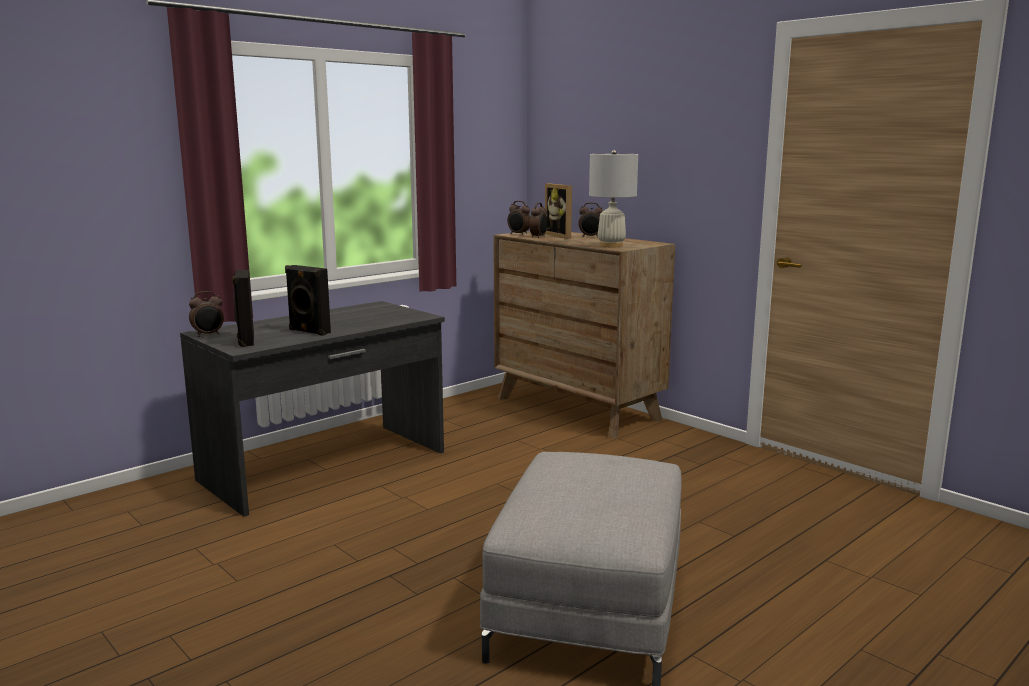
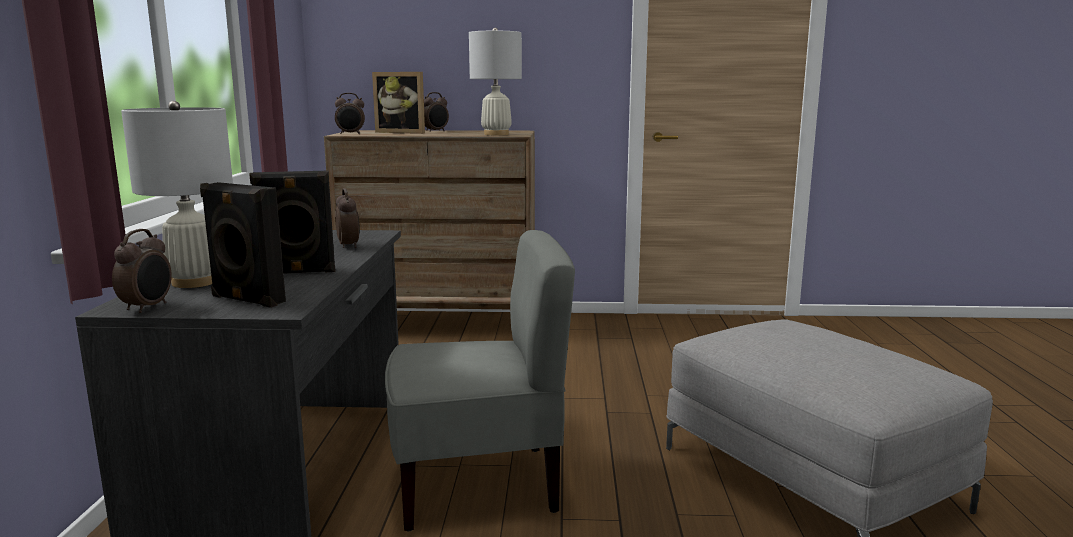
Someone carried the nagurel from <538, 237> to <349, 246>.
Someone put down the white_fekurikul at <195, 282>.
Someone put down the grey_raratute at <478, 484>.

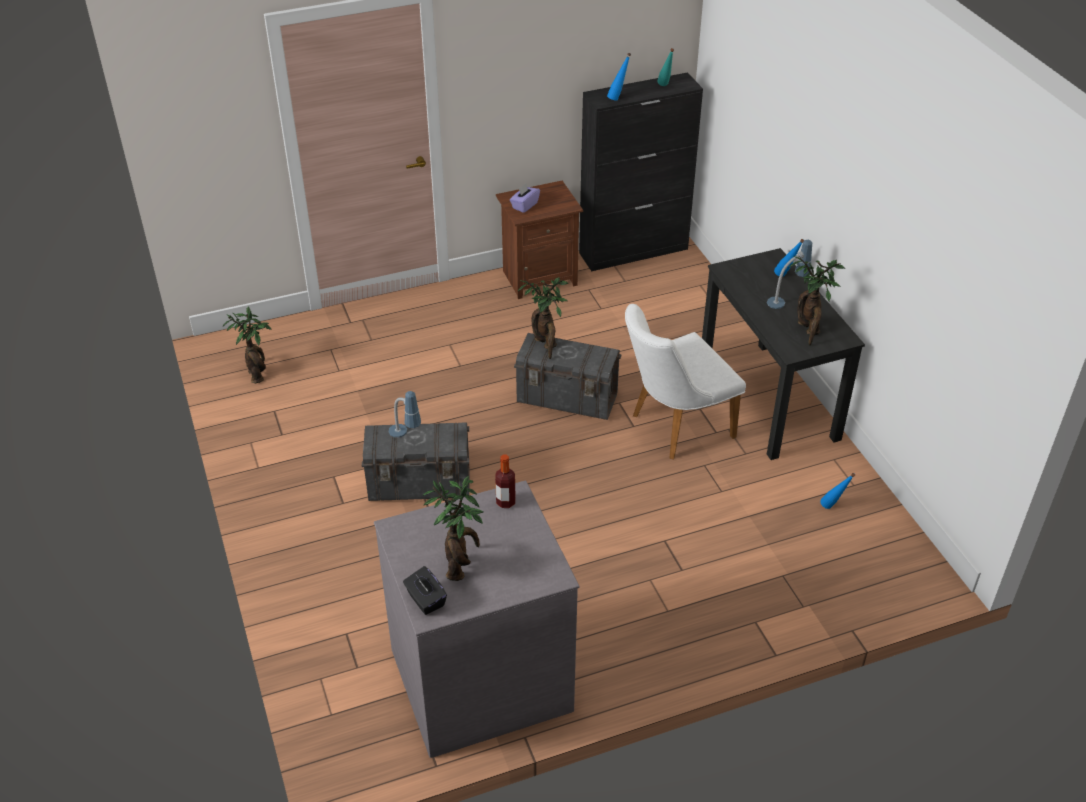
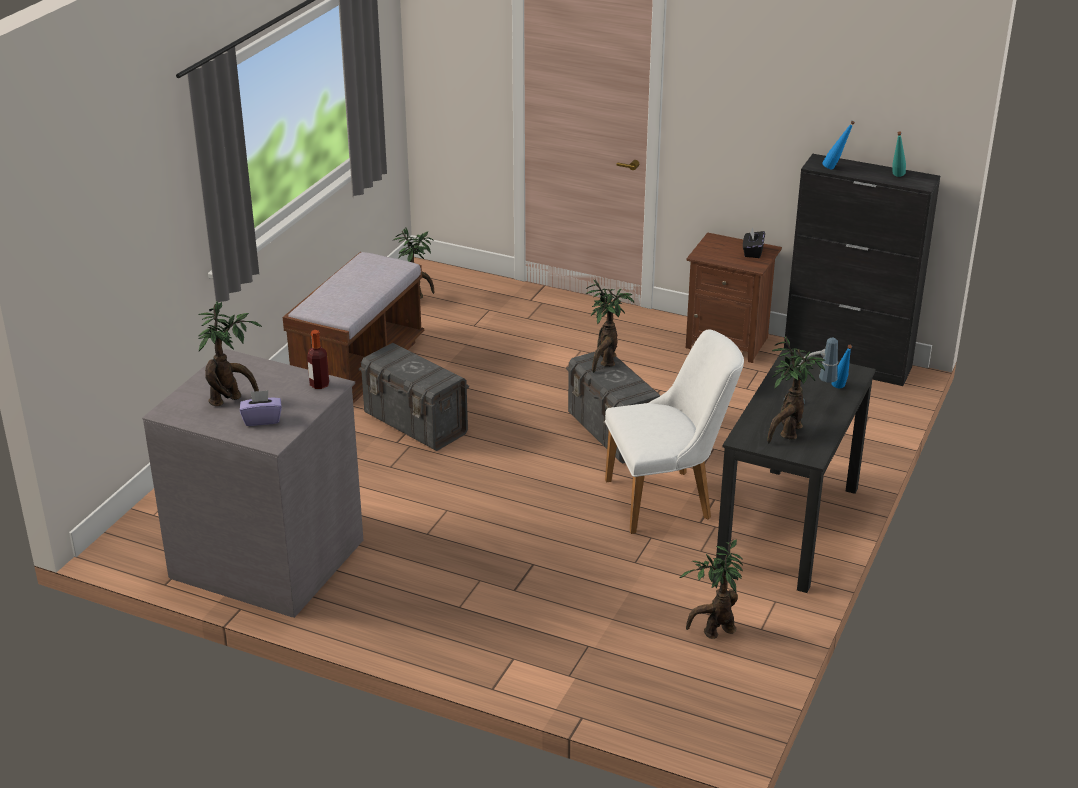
Someone took away the fekurikul at <406, 438>.
Someone carried the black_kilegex from <425, 600> to <752, 252>.
Someone carried the purple_kilegex from <524, 205> to <262, 419>.
Someone rotated the white_raratute at <673, 427> by 150 degrees clockwise.
Someone swapped the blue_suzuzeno at <833, 507> for the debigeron at <714, 631>.
Someone put down the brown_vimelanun at <359, 366>.

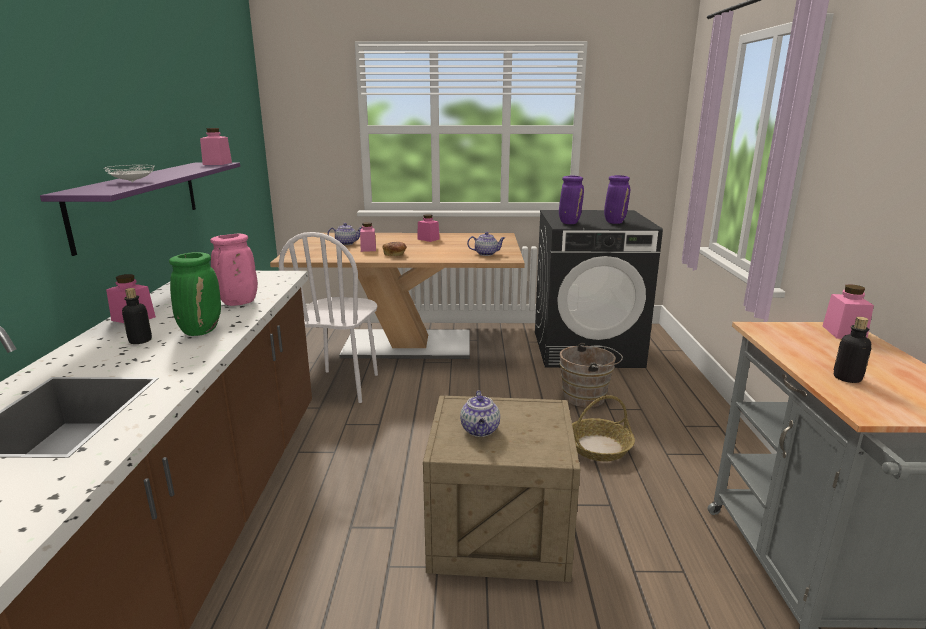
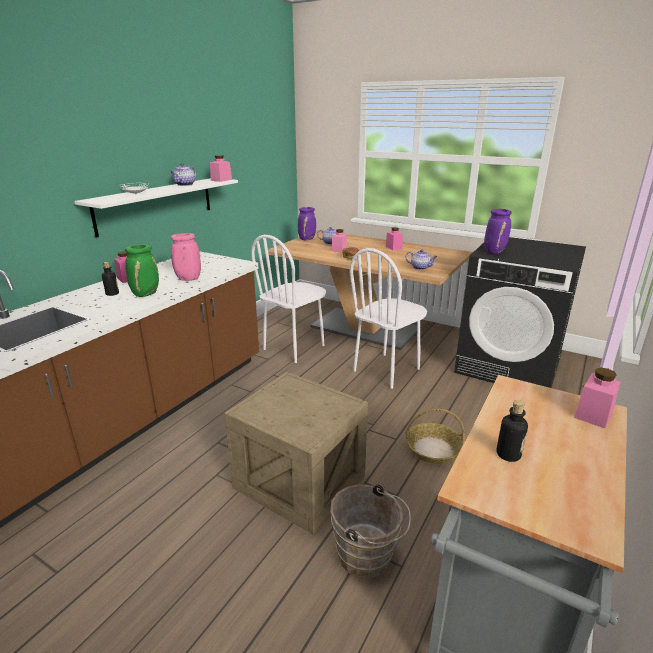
Someone repainted the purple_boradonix at <139, 202>, which became the white_boradonix at <156, 204>.
Someone carried the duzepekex from <480, 430> to <184, 185>.
Someone carried the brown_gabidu from <587, 397> to <368, 557>.
Someone carried the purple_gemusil from <614, 222> to <307, 239>.
Someone put down the white_raratute at <387, 370>.

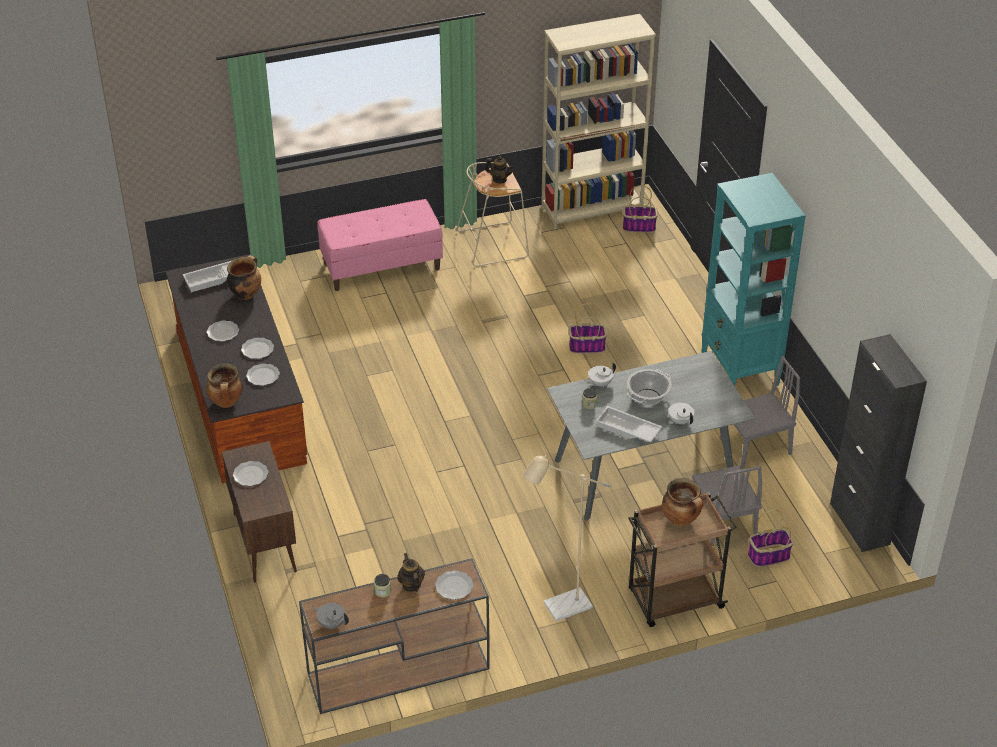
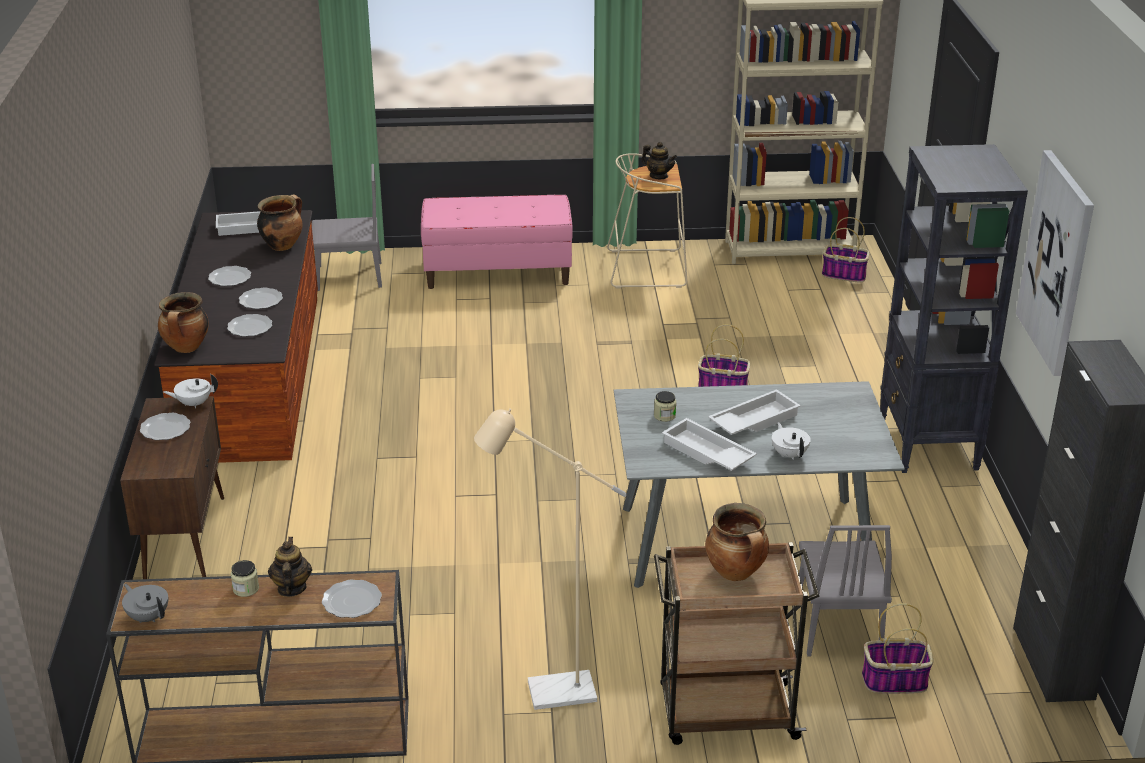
Someone carried the white_duzepekex from <599, 383> to <193, 403>.
Someone swapped the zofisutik at <648, 397> for the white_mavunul at <753, 420>.
Someone repainted the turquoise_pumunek at <739, 370>, which became the black_pumunek at <928, 444>.
Someone carried the grey_raratute from <755, 446> to <349, 276>.
Someone put up the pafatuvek at <1056, 262>.

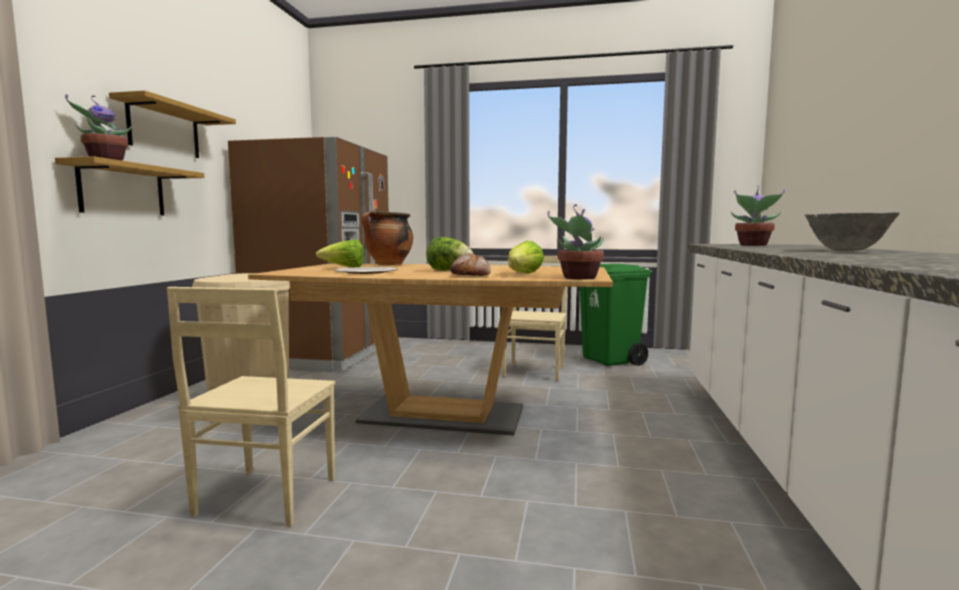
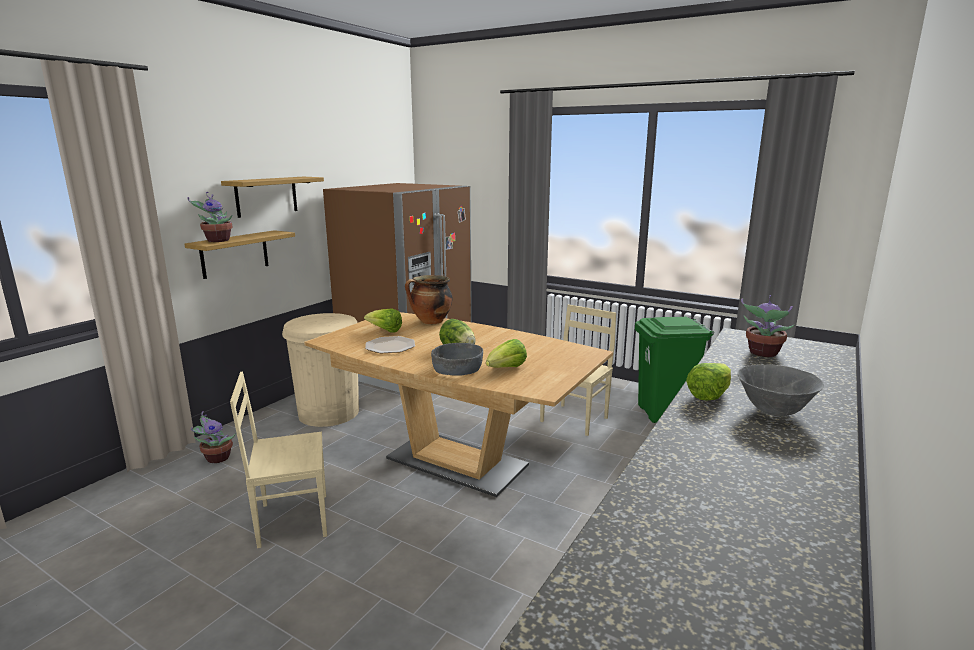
Someone rotated the beige_raratute at <264, 497> by 45 degrees clockwise.
Someone swapped the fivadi at <471, 275> for the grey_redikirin at <458, 368>.
Someone carried the debigeron from <577, 278> to <216, 458>.
Someone put down the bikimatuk at <709, 394>.

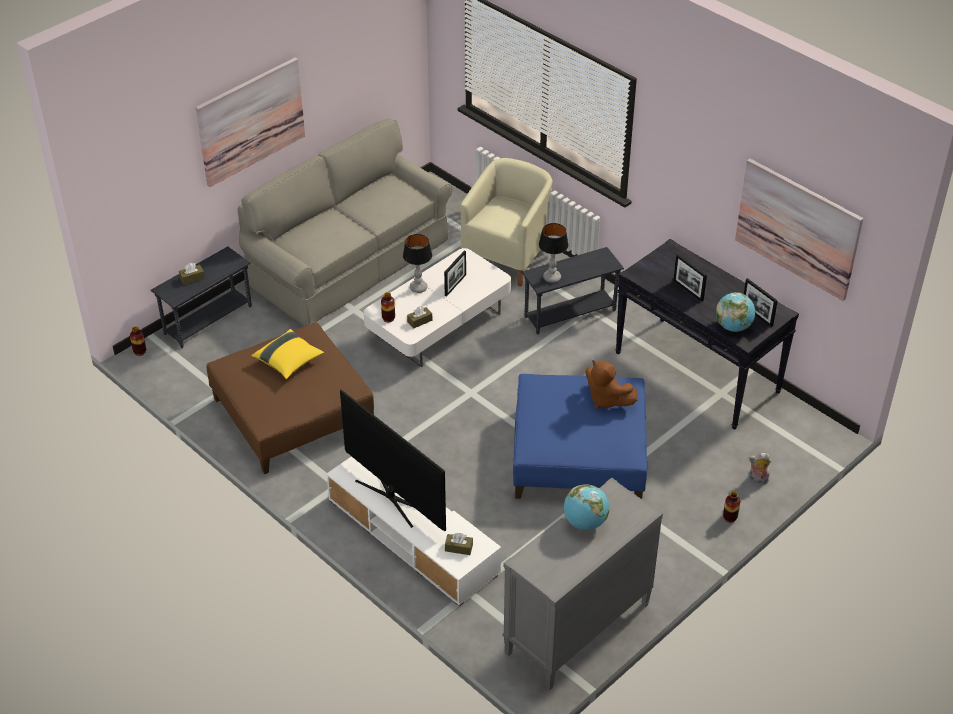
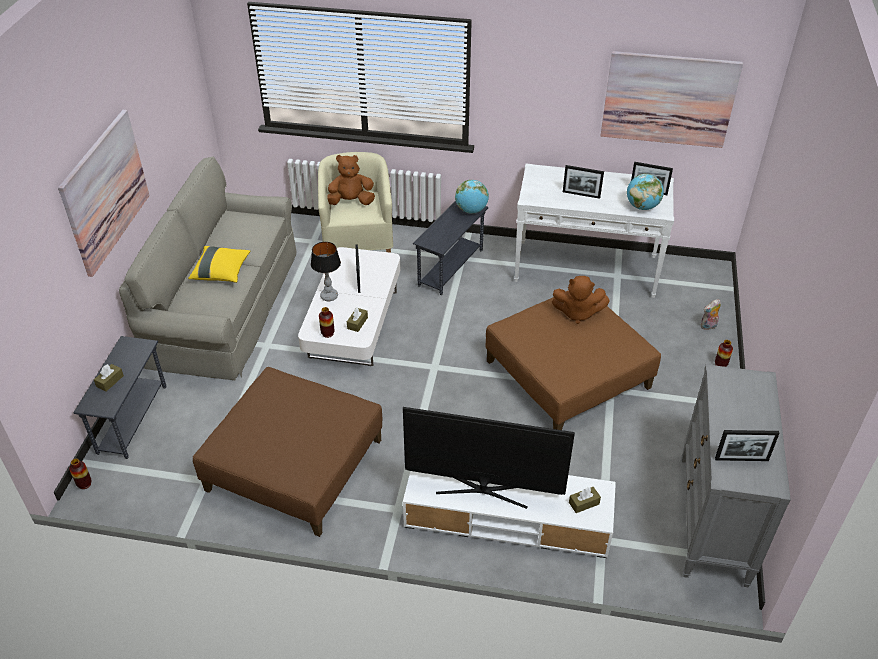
Someone carried the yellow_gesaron from <288, 361> to <221, 272>.
Someone repainted the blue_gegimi at <578, 455>, which became the brown_gegimi at <567, 374>.
Someone took away the fekurikul at <552, 277>.
Someone carried the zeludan from <585, 522> to <471, 210>.
Someone repainted the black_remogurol at <697, 372>, which became the white_remogurol at <586, 268>.
Someone put down the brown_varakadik at <350, 202>.
Someone put down the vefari at <741, 459>.

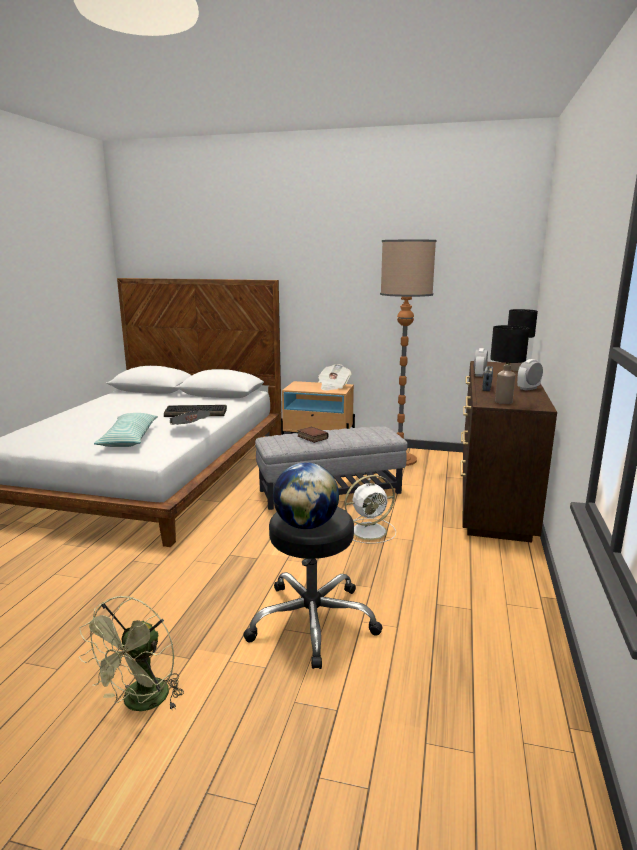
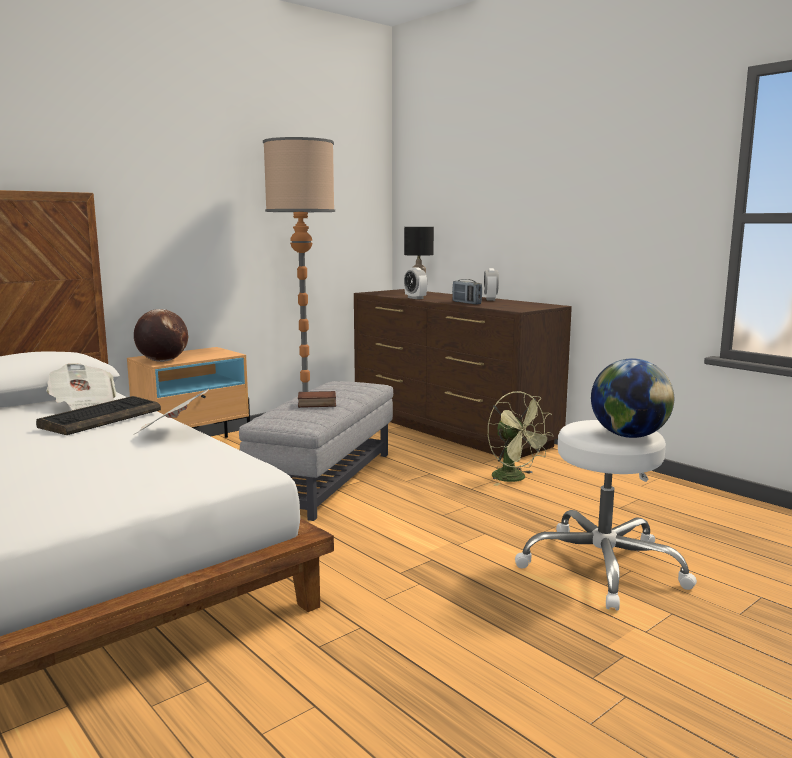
Someone carried the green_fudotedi from <141, 703> to <515, 479>.
Someone took away the gesaron at <129, 439>.
Someone repainted the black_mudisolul at <313, 621>, which became the white_mudisolul at <603, 566>.
Someone carried the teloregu from <333, 387> to <84, 406>.
Someone took away the white_fudotedi at <370, 531>.
Someone took away the black_fekurikul at <504, 402>.
Someone put down the zeludan at <162, 361>.

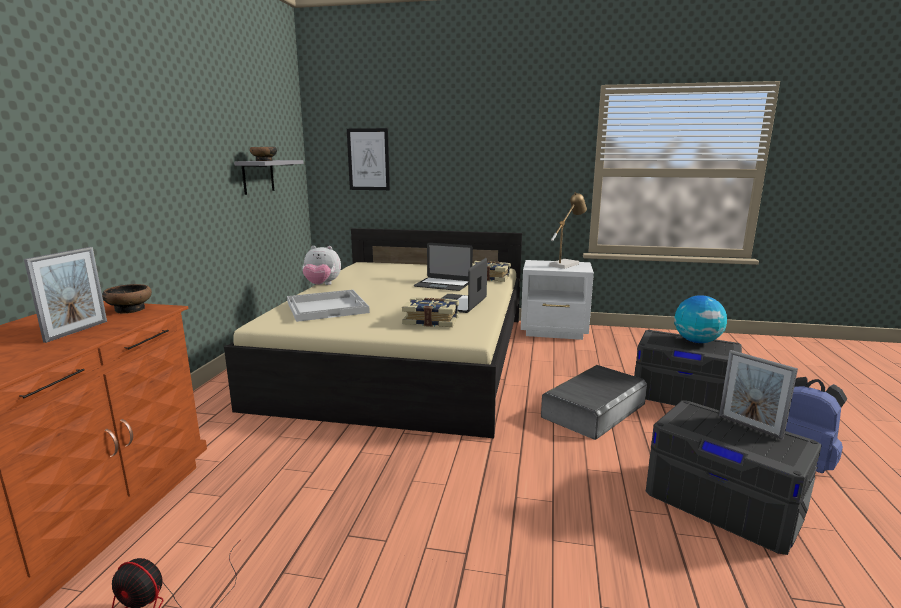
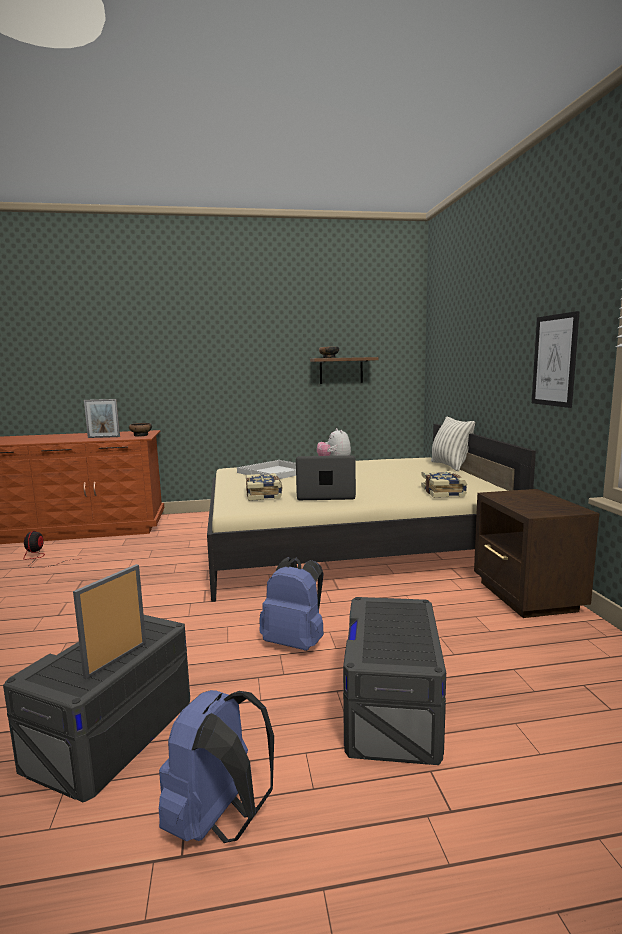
Someone repainted the grey_boradonix at <258, 176>, which became the brown_boradonix at <341, 370>.
Someone carried the pafatuvek from <368, 159> to <554, 360>.
Someone took away the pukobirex at <443, 284>.
Someone repainted the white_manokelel at <555, 331>, which became the brown_manokelel at <526, 597>.
Someone swapped the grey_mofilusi at <593, 410> for the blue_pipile at <296, 642>.
Someone took away the fekurikul at <566, 264>.
Someone took away the zeludan at <697, 341>.
Someone put down the gesaron at <450, 466>.

